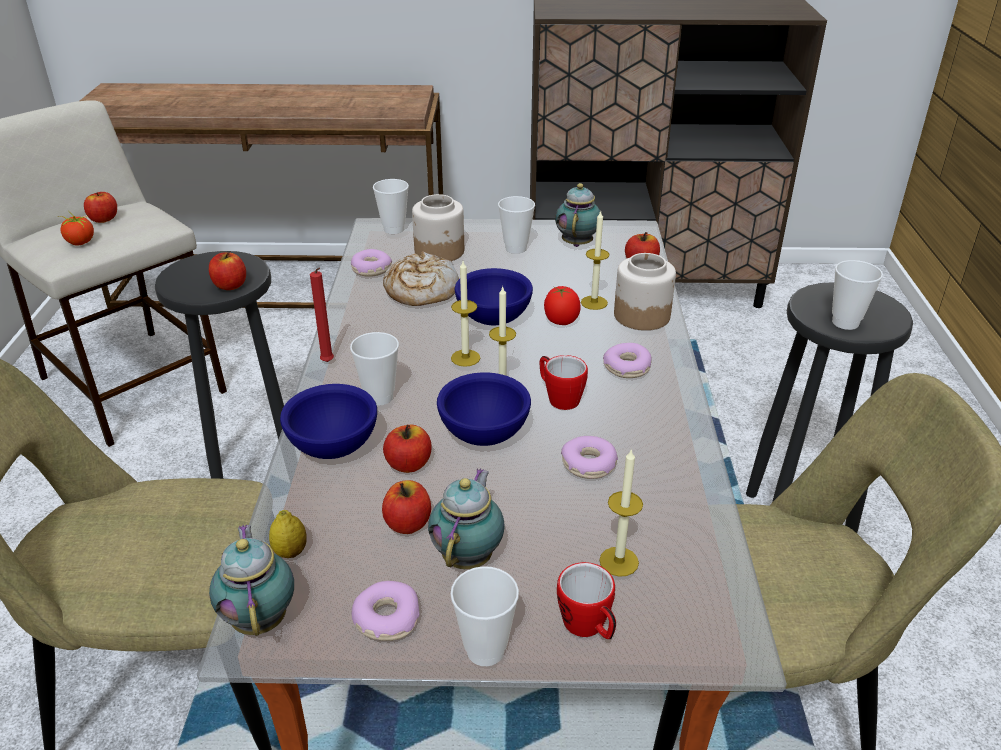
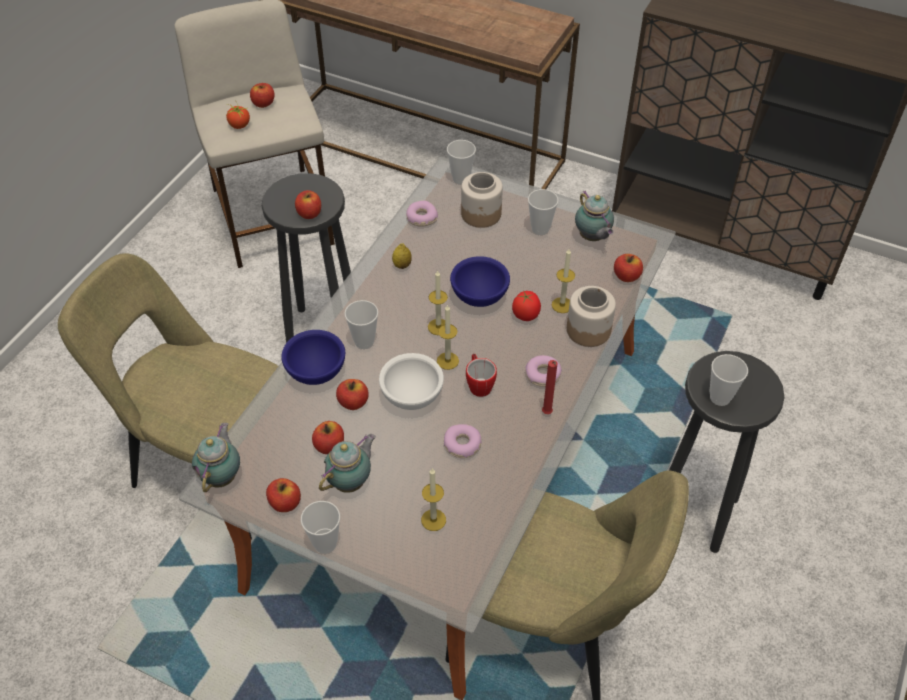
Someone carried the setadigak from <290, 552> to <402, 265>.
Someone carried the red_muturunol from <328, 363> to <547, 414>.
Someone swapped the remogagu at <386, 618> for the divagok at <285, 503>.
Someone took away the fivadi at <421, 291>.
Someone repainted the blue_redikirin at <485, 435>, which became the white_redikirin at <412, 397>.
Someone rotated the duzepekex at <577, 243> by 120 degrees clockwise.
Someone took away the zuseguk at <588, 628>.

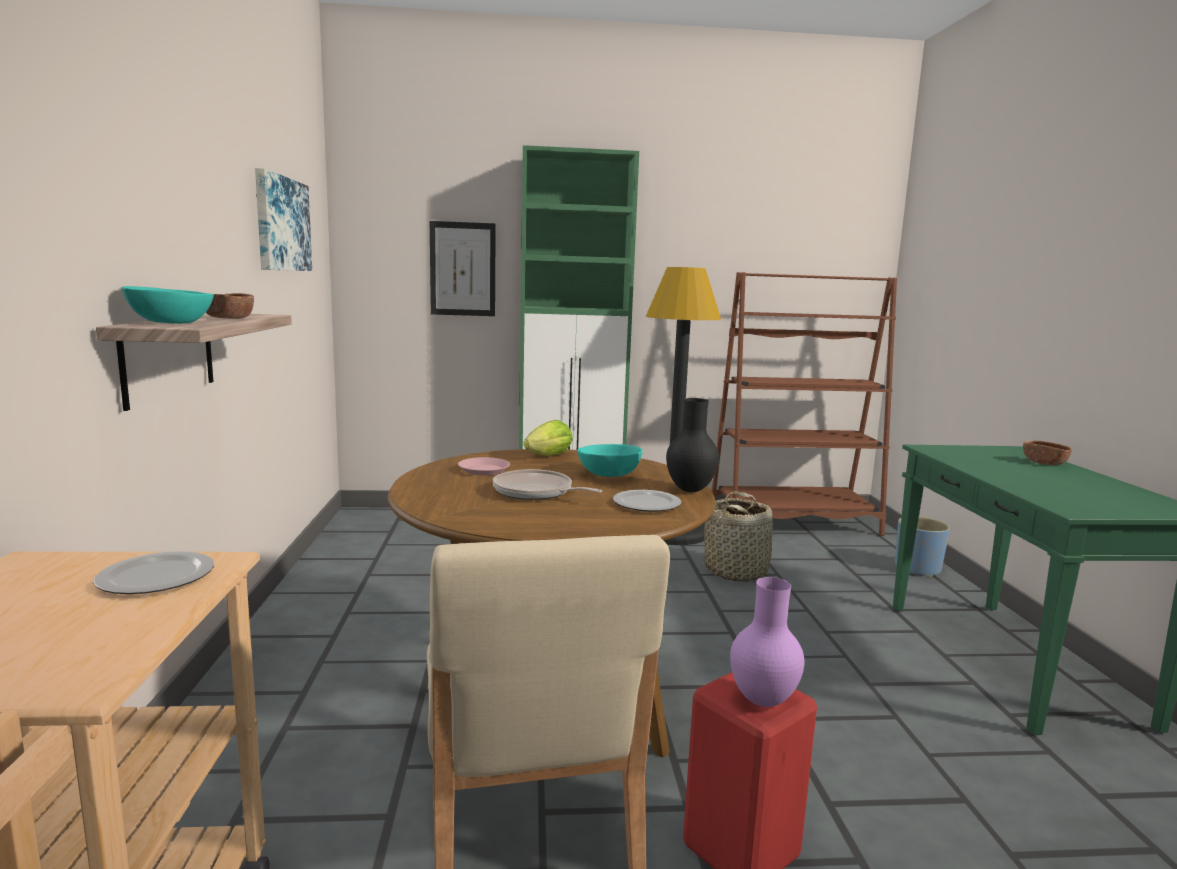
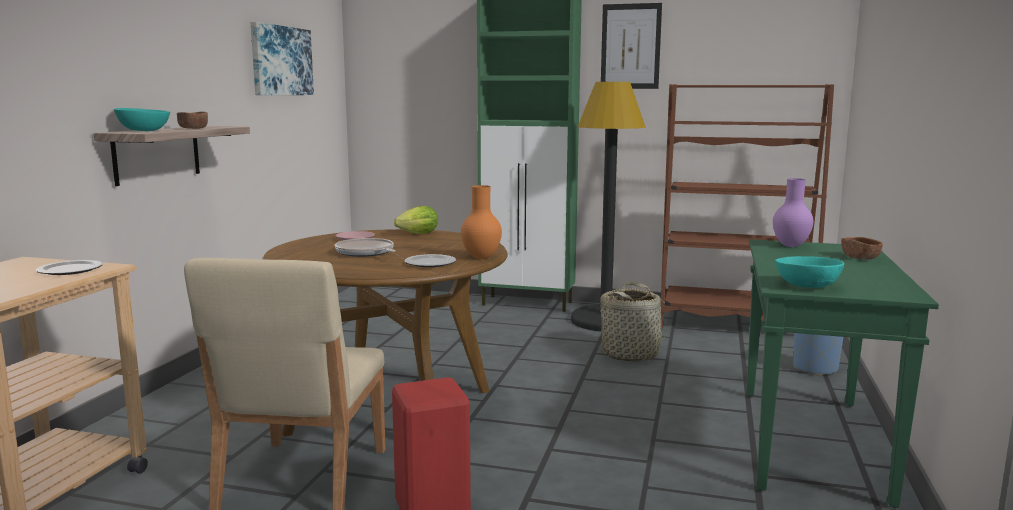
Someone carried the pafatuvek from <462, 269> to <630, 46>.
Someone carried the turquoise_redikirin from <610, 475> to <808, 286>.
Someone repainted the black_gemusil at <691, 490>, which became the orange_gemusil at <482, 258>.
Someone carried the purple_gemusil from <763, 700> to <791, 245>.

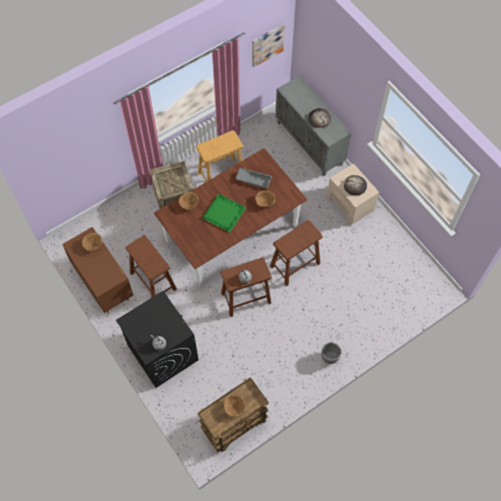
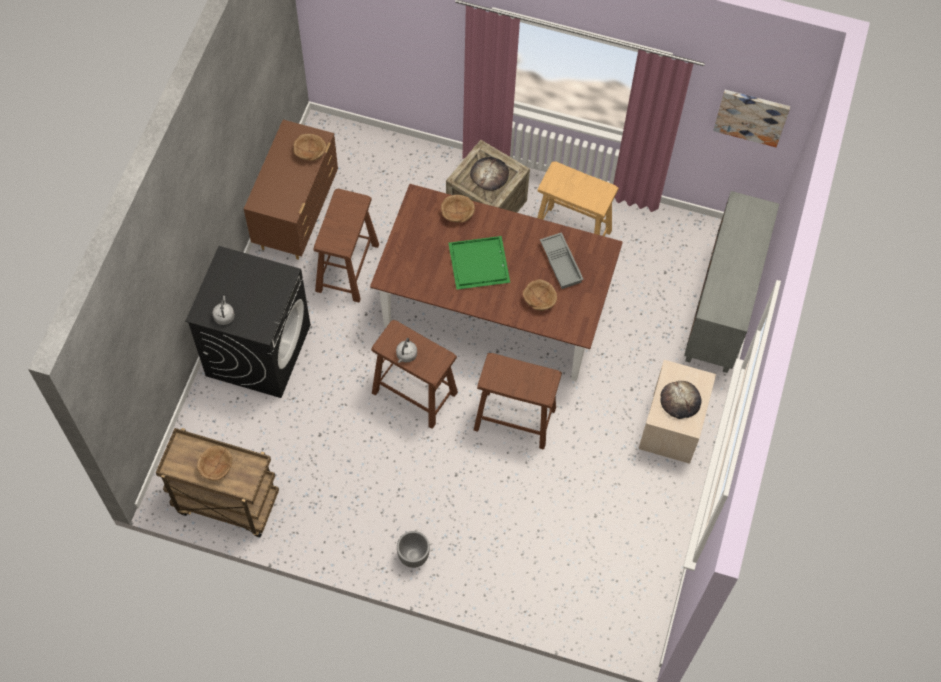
Someone carried the fivadi from <319, 119> to <489, 174>.

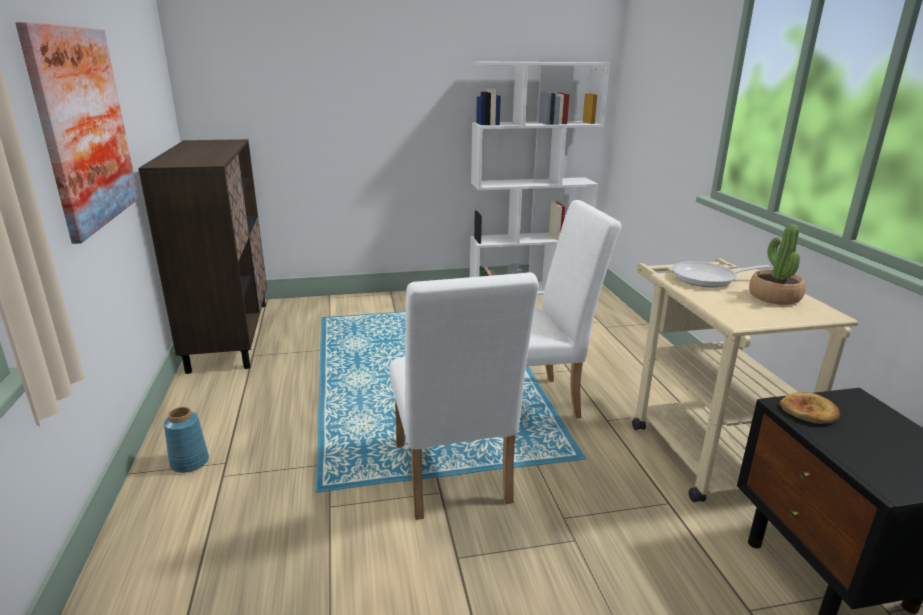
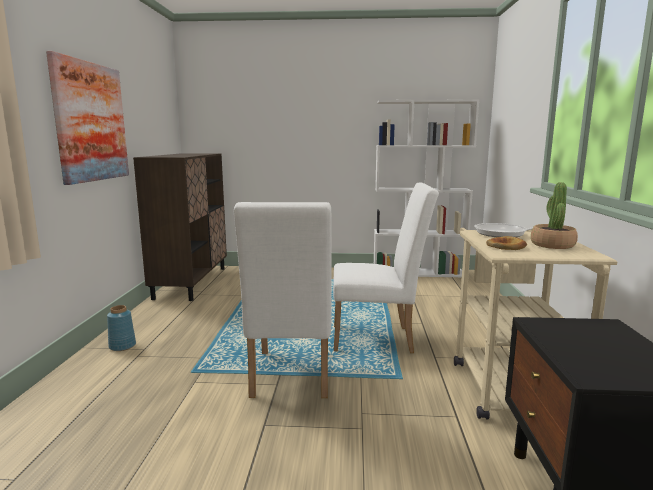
Someone carried the fivadi from <809, 411> to <506, 247>.

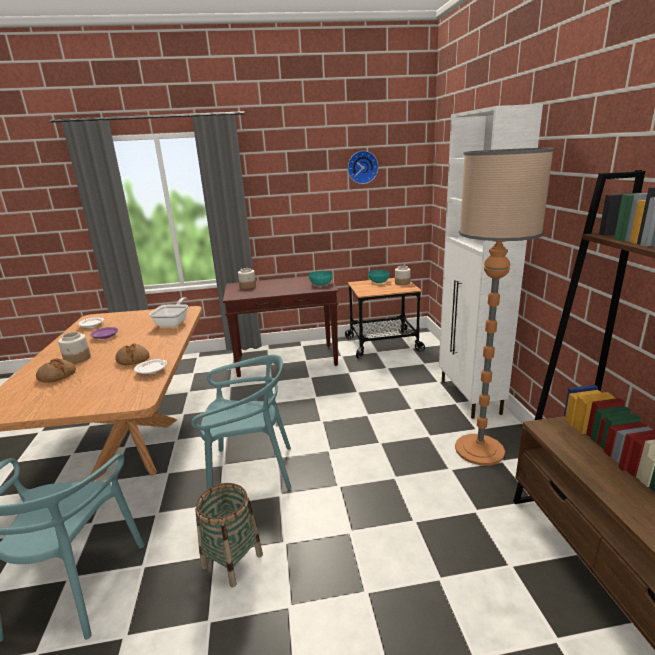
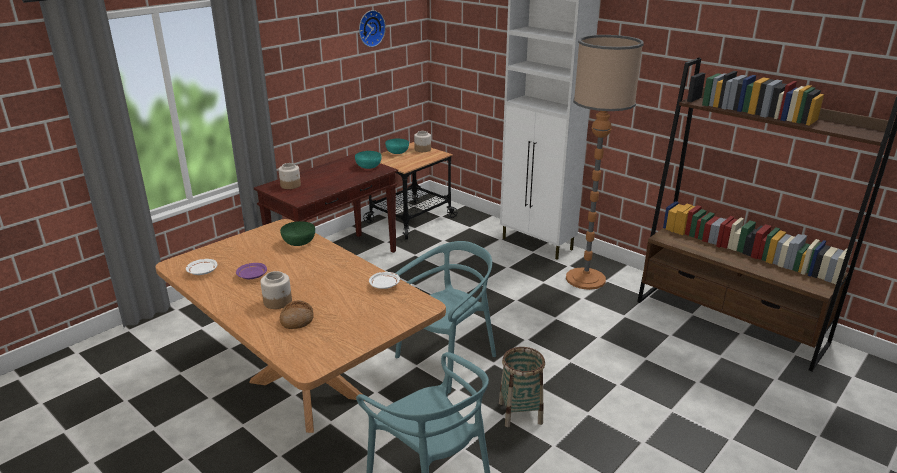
Someone took away the fivadi at <133, 360>.
Someone swapped the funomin at <174, 323> for the green_redikirin at <299, 242>.

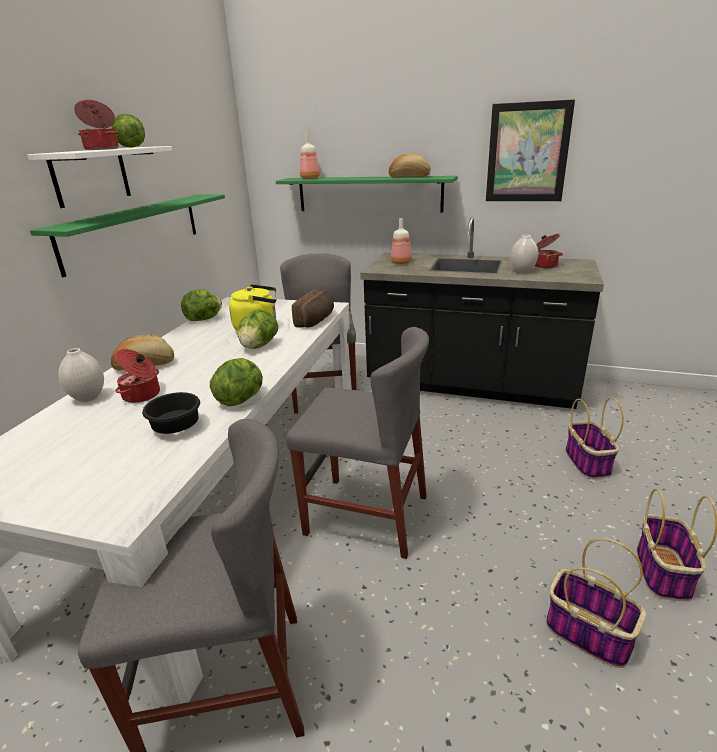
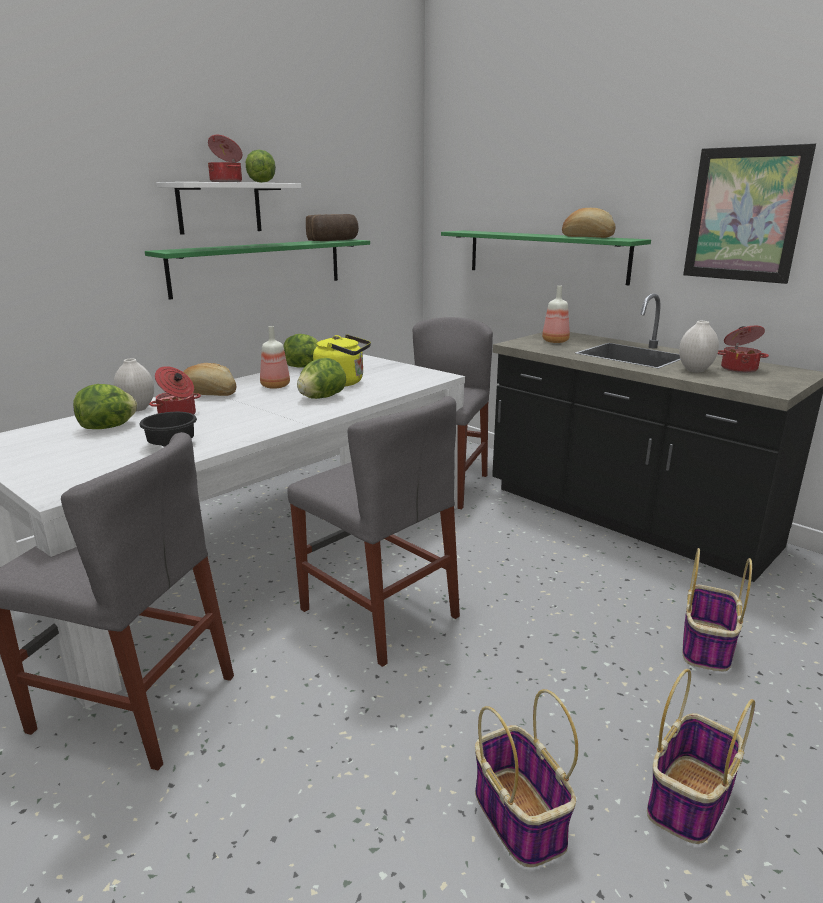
Someone carried the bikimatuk from <241, 399> to <108, 427>.
Someone carried the fivadi from <317, 320> to <334, 240>.
Someone carried the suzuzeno from <309, 178> to <274, 386>.

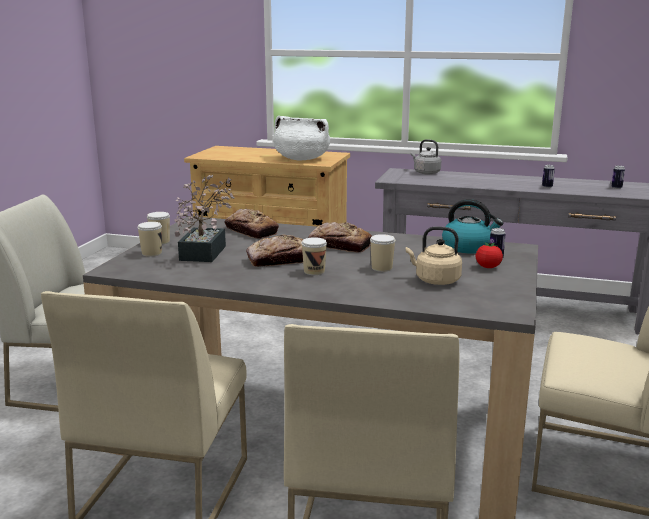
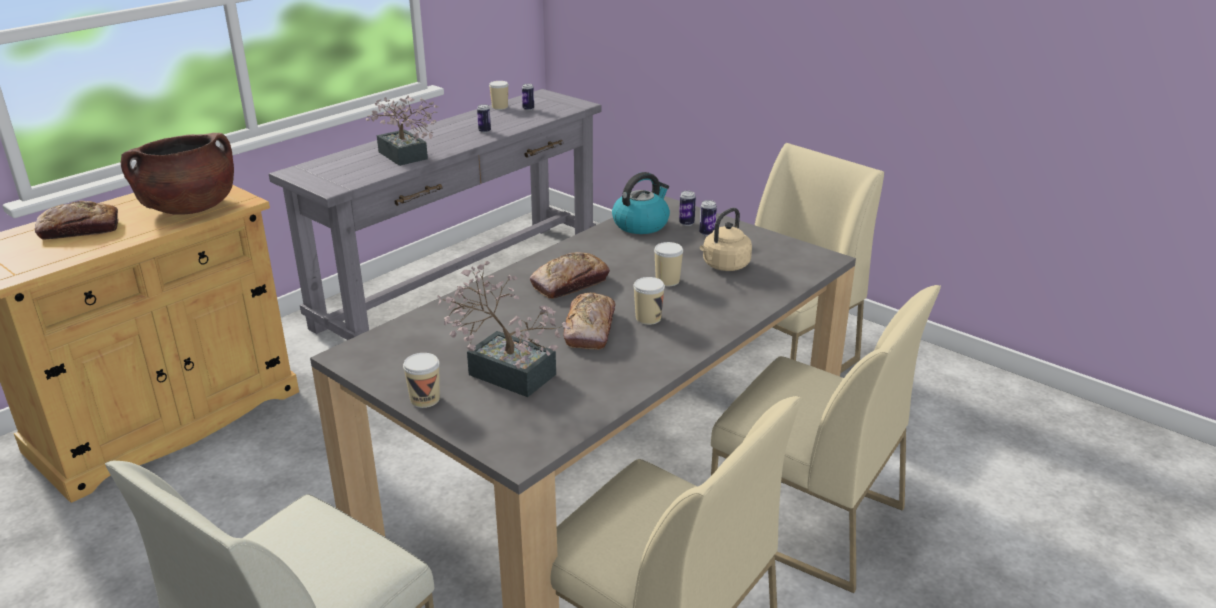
Someone carried the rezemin from <151, 253> to <500, 107>.
Someone carried the fivadi from <251, 231> to <80, 230>.
Someone repainted the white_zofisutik at <301, 159>, which became the brown_zofisutik at <189, 208>.
Someone took away the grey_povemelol at <425, 172>.
Someone swapped the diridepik at <488, 267> for the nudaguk at <707, 233>.
Someone put down the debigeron at <405, 157>.

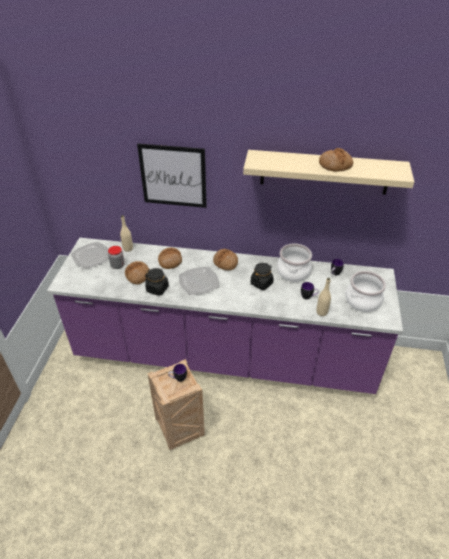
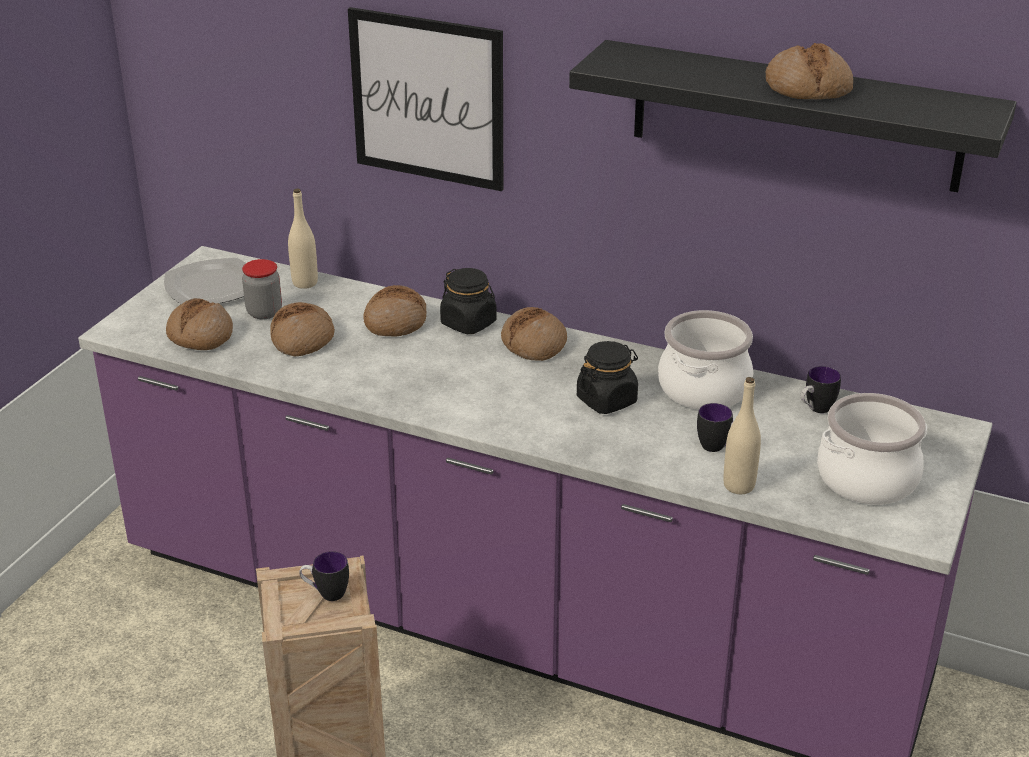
Someone carried the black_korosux from <157, 289> to <469, 323>.
Someone took away the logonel at <199, 282>.
Someone repainted the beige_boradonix at <324, 172>, which became the black_boradonix at <795, 116>.
Someone put down the fivadi at <200, 336>.

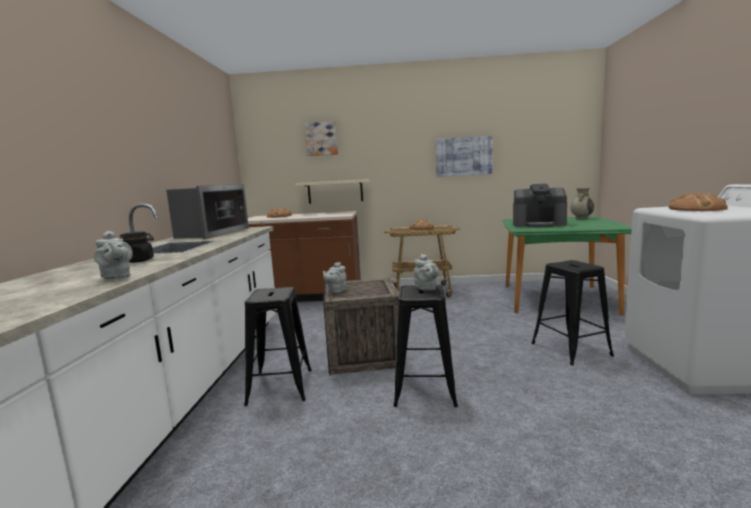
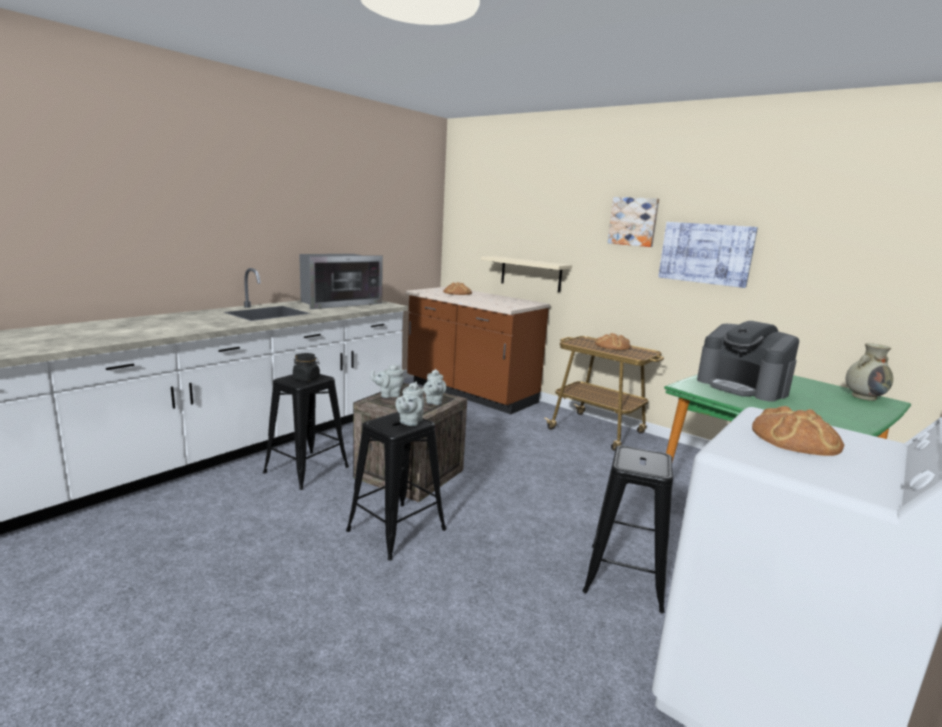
Someone carried the grey_duzepekex from <116, 277> to <434, 402>.
Someone carried the black_korosux from <139, 261> to <306, 379>.
Someone carried the pafatuvek from <321, 139> to <633, 221>.

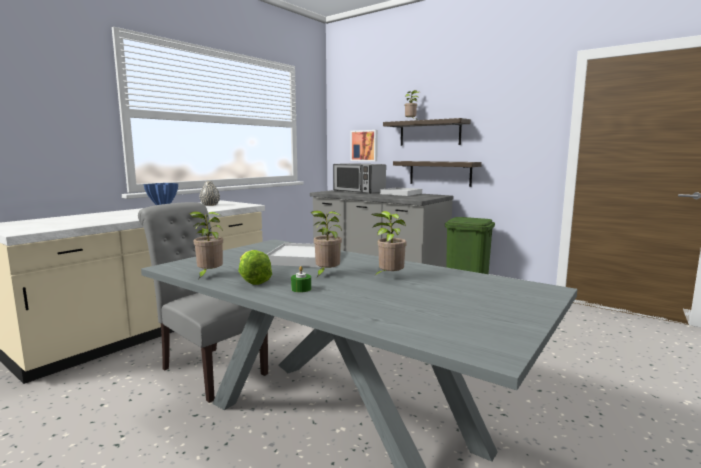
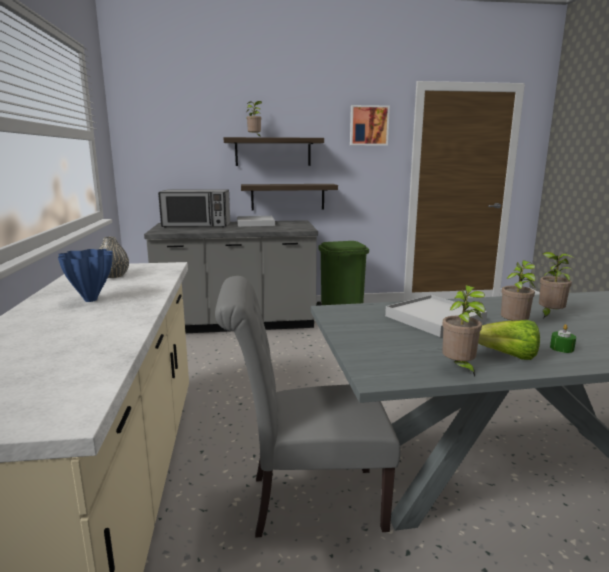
Someone carried the pafatuvek from <364, 145> to <368, 125>.

